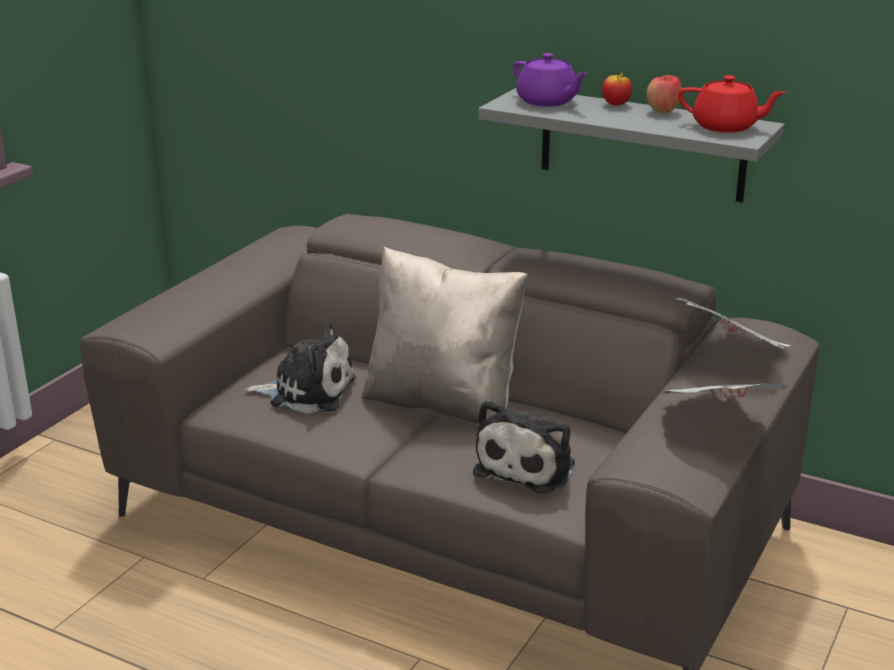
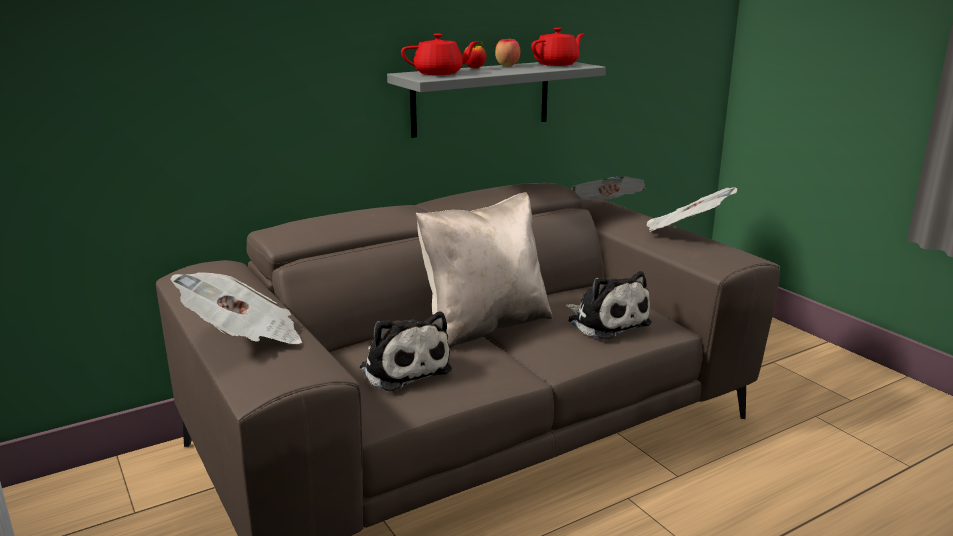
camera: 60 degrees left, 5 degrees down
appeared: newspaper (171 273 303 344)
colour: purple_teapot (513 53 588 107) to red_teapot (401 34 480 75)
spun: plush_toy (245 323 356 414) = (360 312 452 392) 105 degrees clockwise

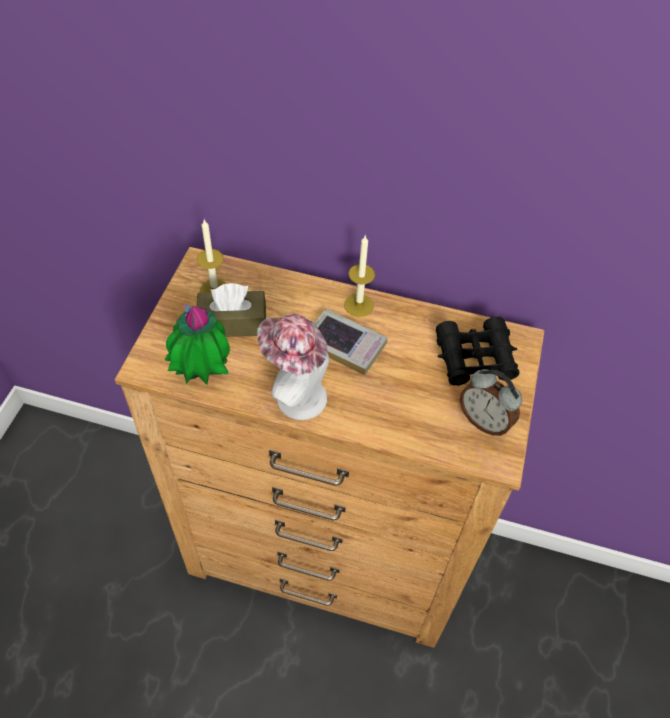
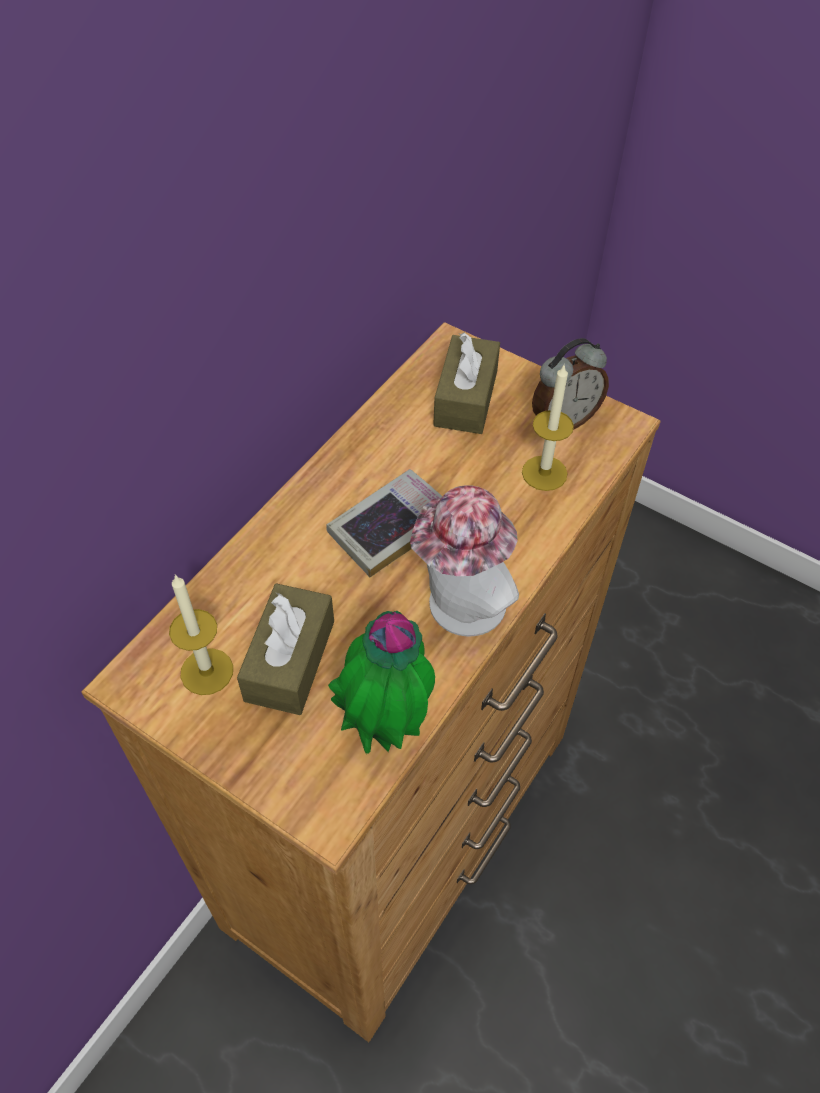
camera: 70 degrees left, 0 degrees up
relocated: candle (344 236 375 317) to (522 365 574 491)
exchanged: black_binoculars (436 317 520 385) to brown_tissue_box (433 333 500 434)

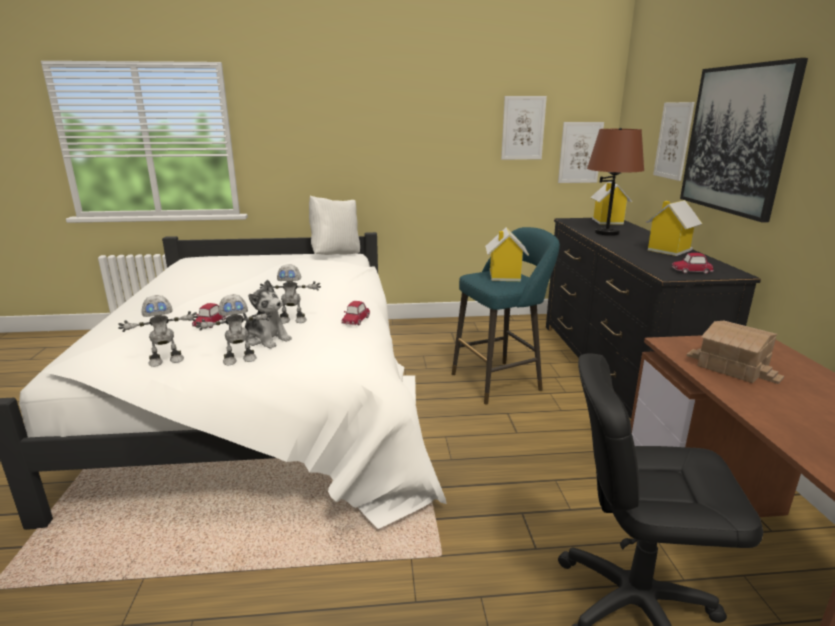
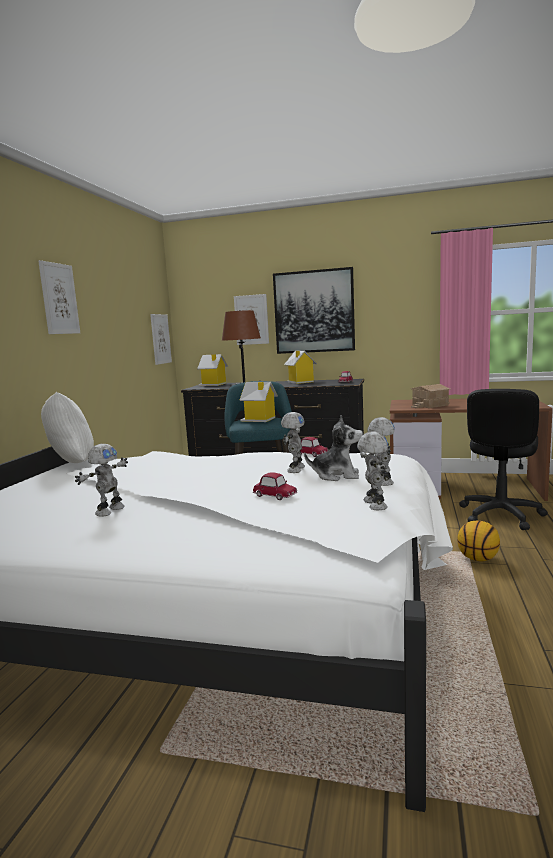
camera: 70 degrees left, 10 degrees down
appeared: toy_robot (75 444 128 517); basketball (457 521 500 562)
relocated: picture (501 96 547 160) to (38 260 80 334)
spun: plush_toy (243 280 292 349) = (304 415 363 481) 45 degrees clockwise

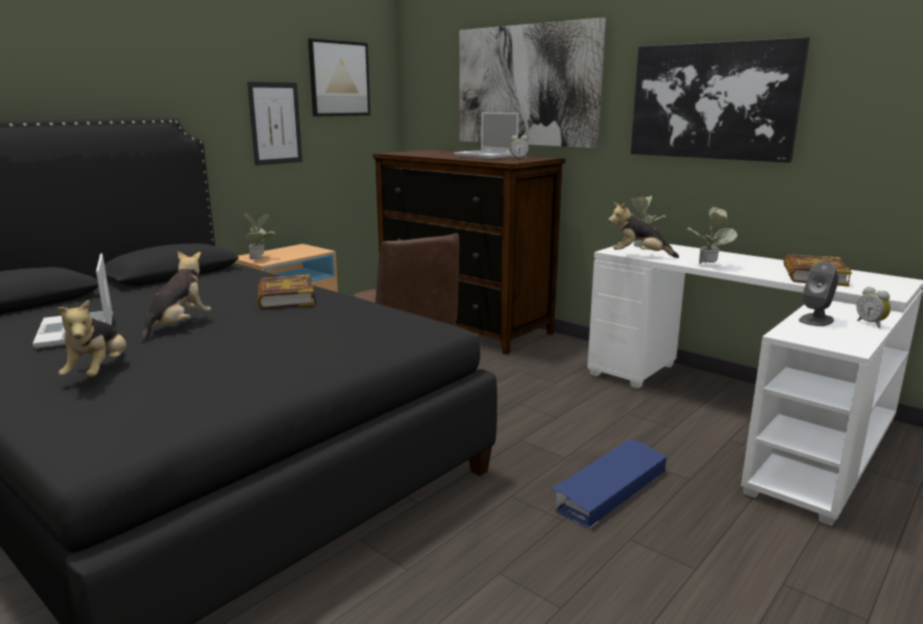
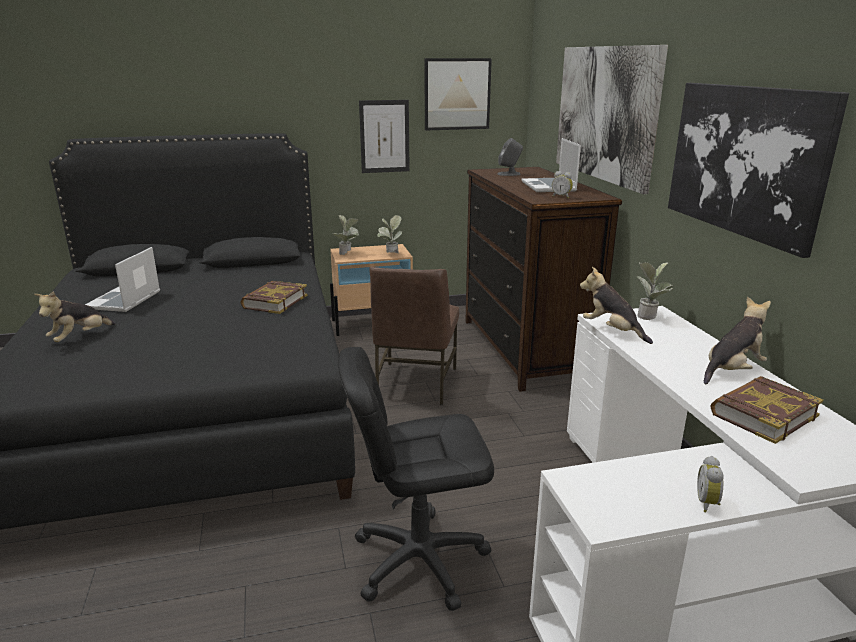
camera: 35 degrees right, 5 degrees up
relocated: potted_plant (687 207 737 264) to (377 215 402 254); plush_toy (141 251 211 342) to (704 296 771 385); grey_speaker (799 261 839 326) to (498 138 523 176)
exchanged: blue_storage_box (551 439 666 528) to black_office_chair (338 347 494 611)

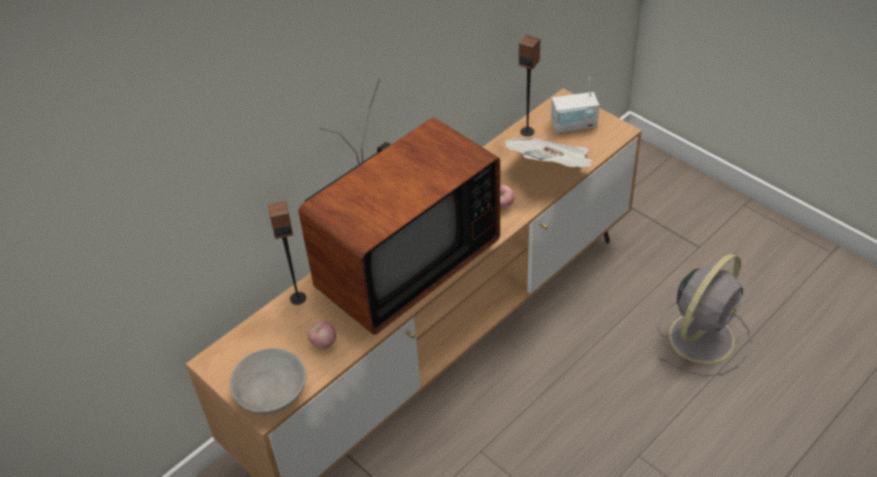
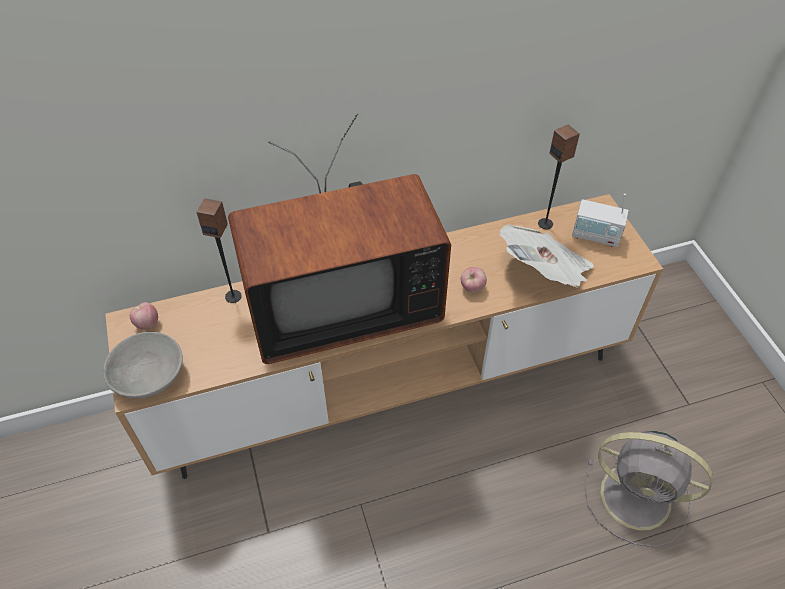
camera: 25 degrees right, 5 degrees up
relocated: apple (308 321 336 349) to (130 302 158 330)
spun: grey_fan (658 254 751 376) = (585 431 713 547) 45 degrees clockwise

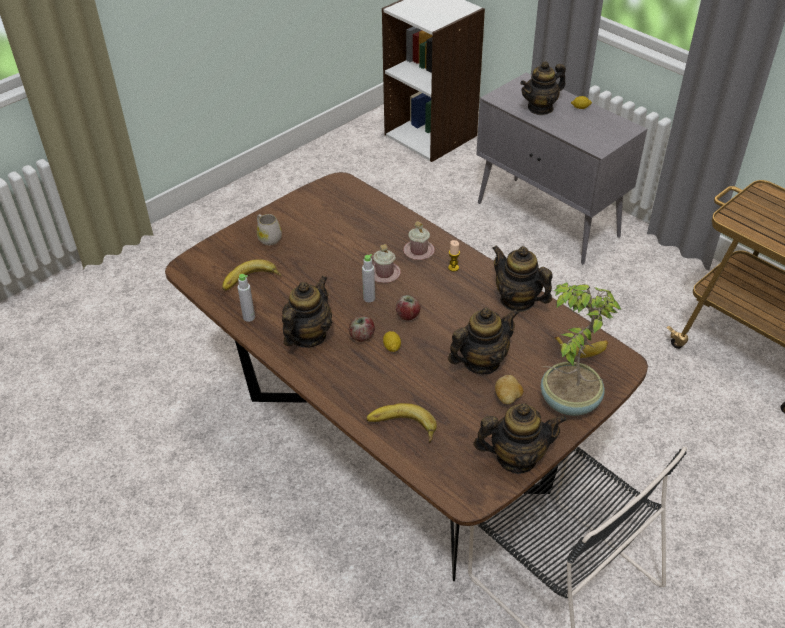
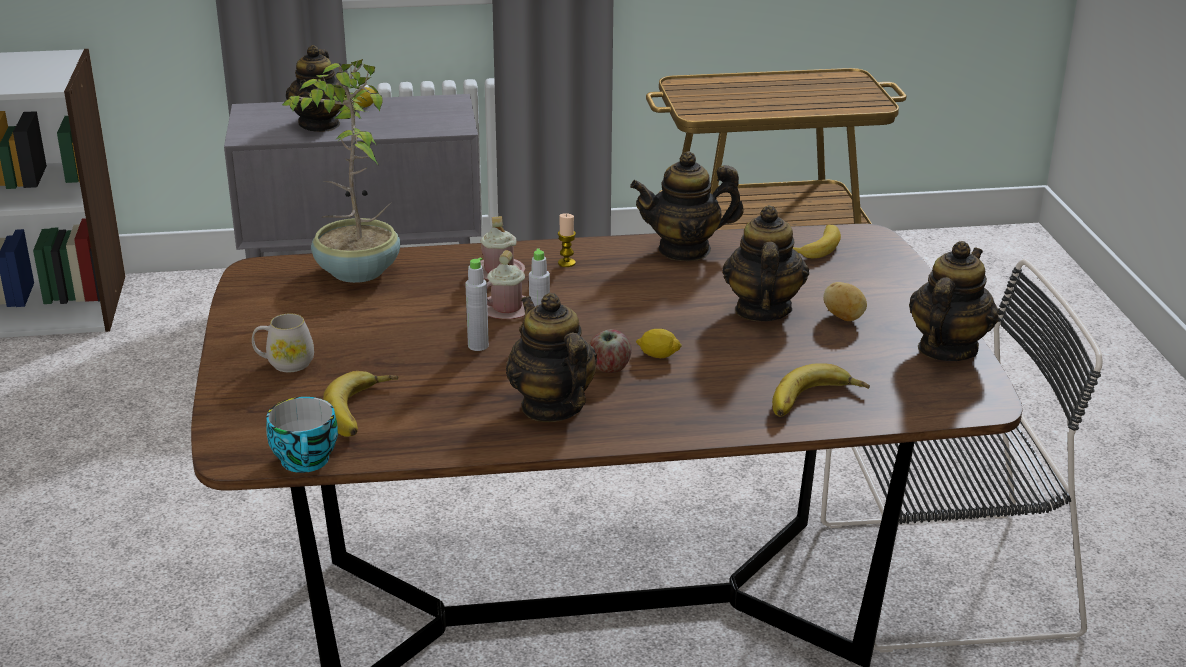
camera: 55 degrees left, 15 degrees down
missing: apple (396 295 421 320)
appeared: cup (266 397 338 473)
relocated: grey_bottle (238 274 255 322) to (465 258 489 351); potted_plant (541 283 622 416) to (282 59 400 283)

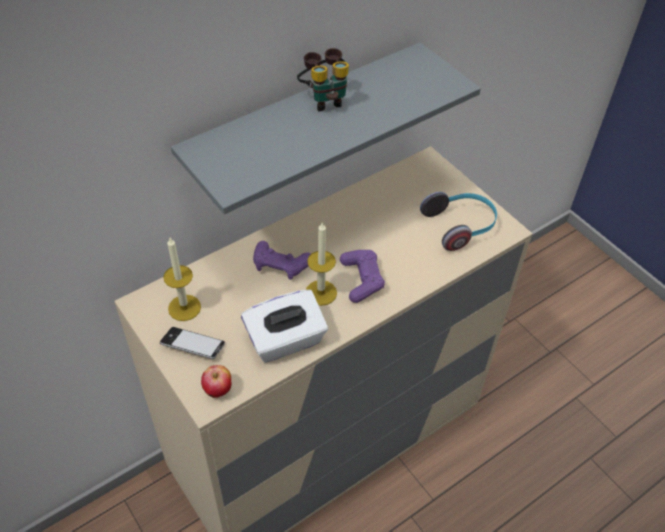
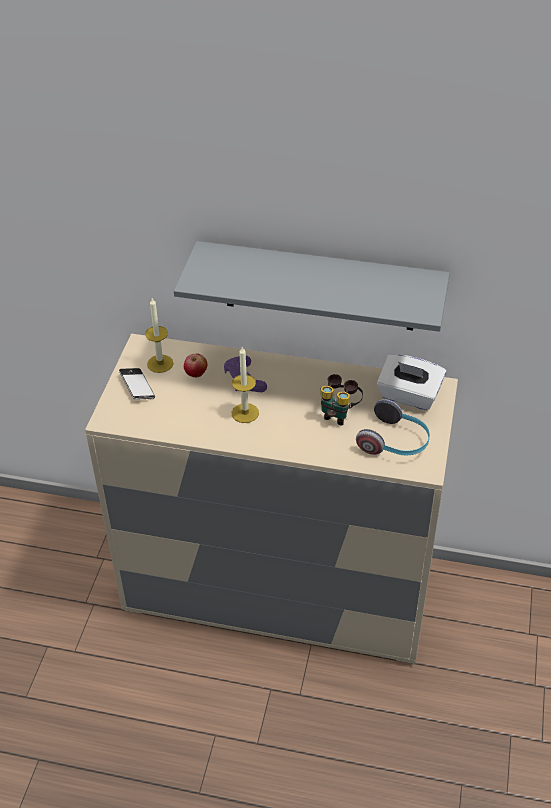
camera: 50 degrees right, 5 degrees down
missing: purple_game_controller (340 250 385 303)
relocated: binoculars (297 48 349 112) to (321 374 363 426); white_tissue_box (241 290 328 363) to (377 354 446 411); apple (201 365 231 398) to (184 353 207 377)

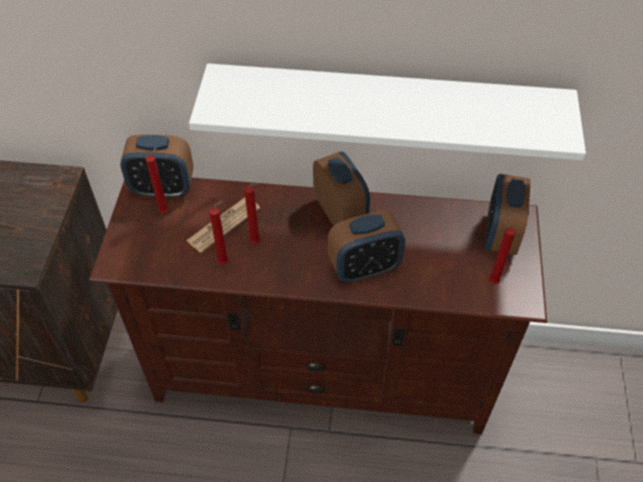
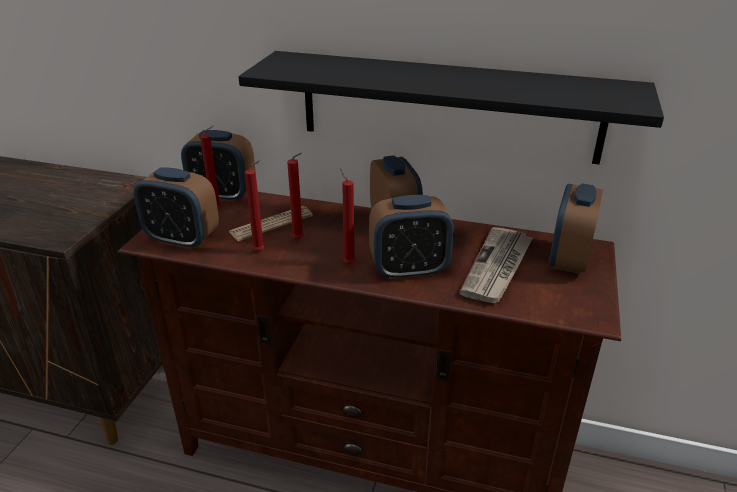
camera: 10 degrees right, 20 degrees down
appeared: alarm_clock (133 167 219 250); newspaper (460 227 533 304)
relocated: red_candle (489 219 516 284) to (340 169 356 264)
colour: white_shelf (189 63 586 160) to black_shelf (238 51 664 164)

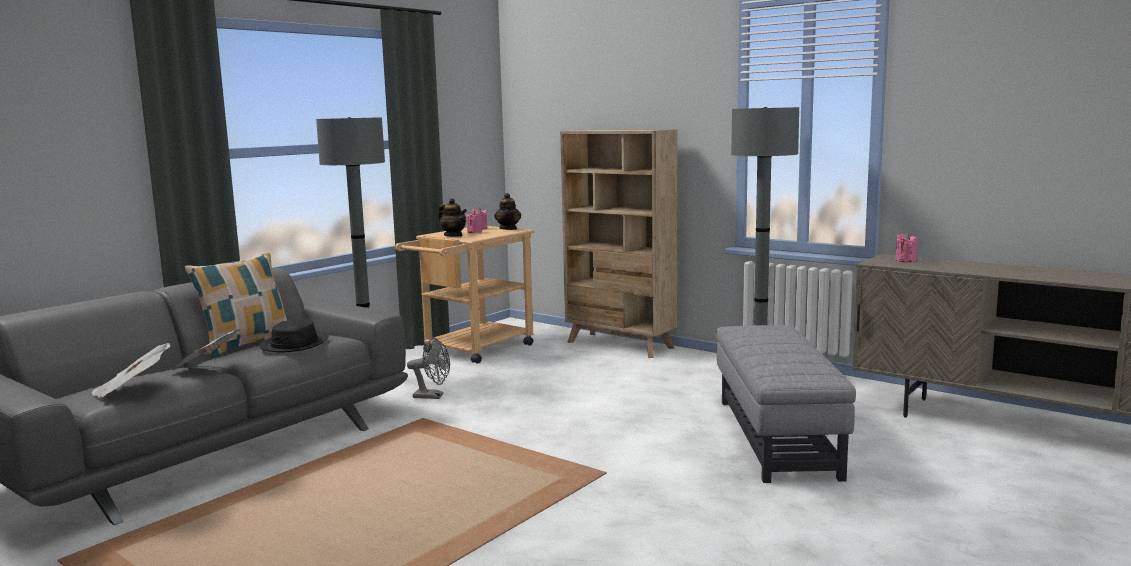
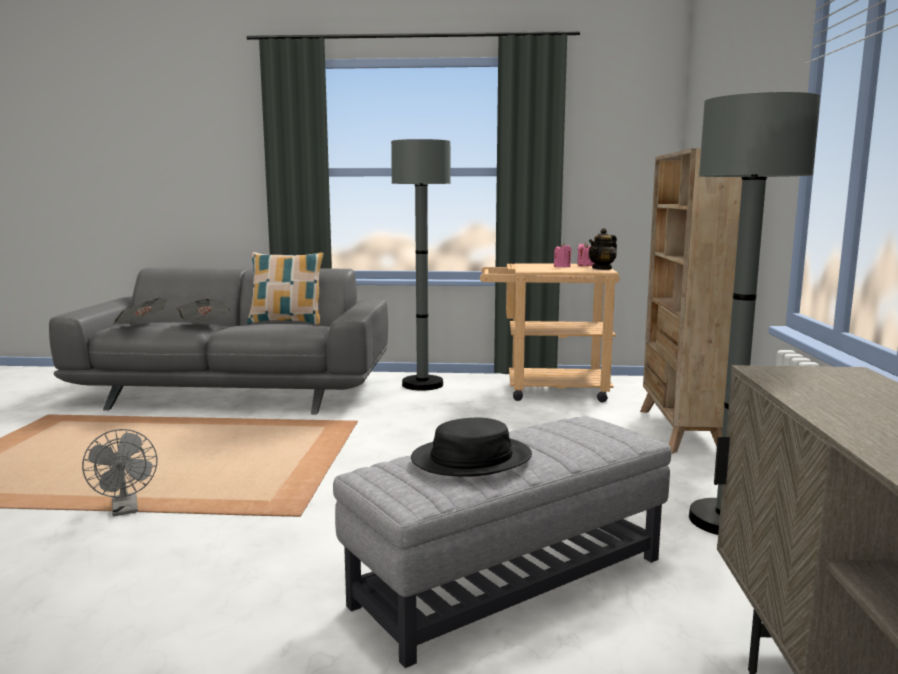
camera: 55 degrees right, 0 degrees up
missing: teapot (438 198 467 237); pink_candle (896 233 917 262)
relocated: black_hat (259 319 328 352) to (411 418 532 477); grey_fan (407 338 450 399) to (82 429 157 516)

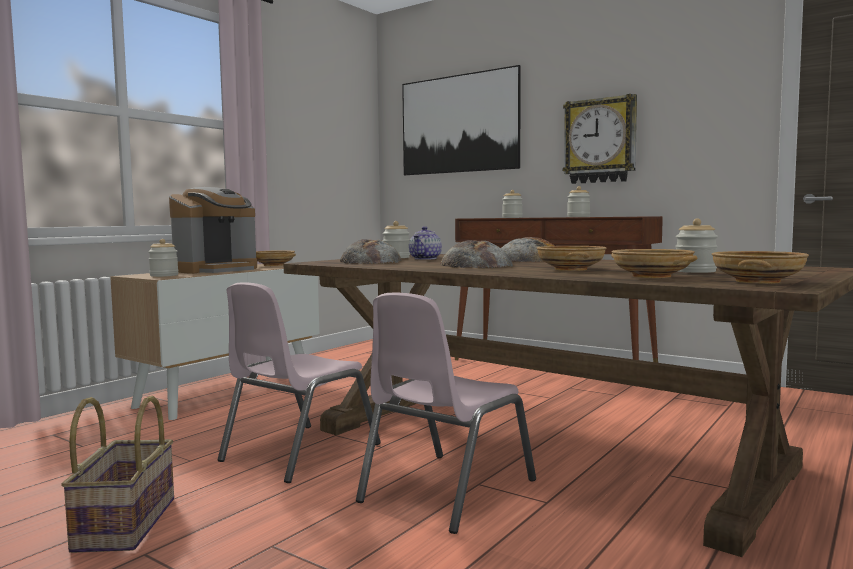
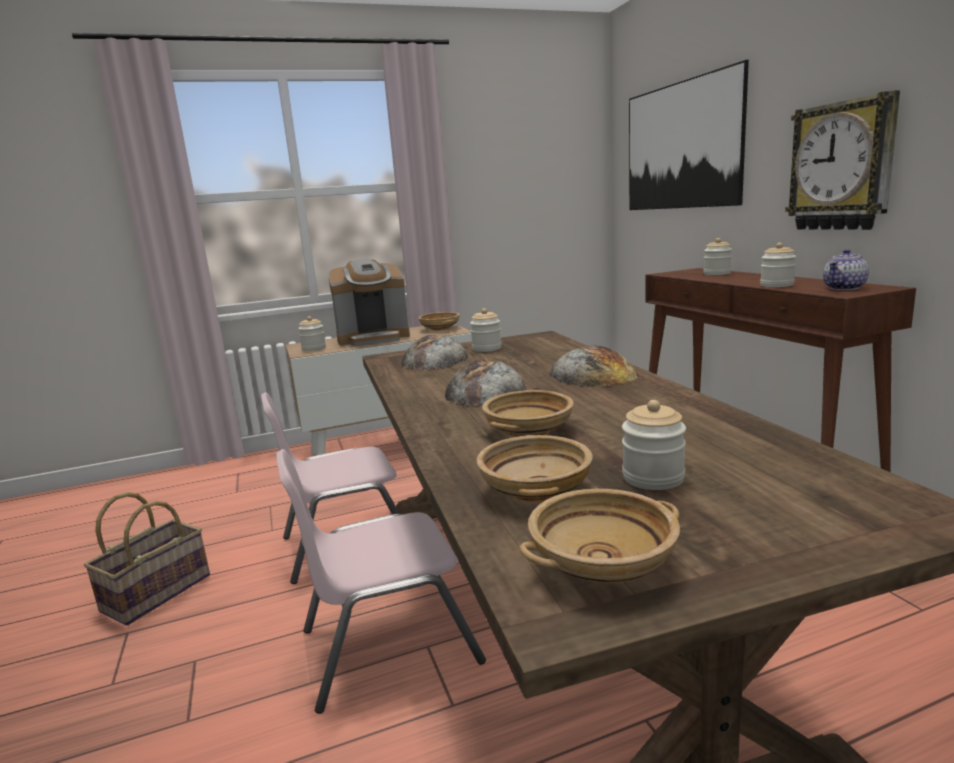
camera: 35 degrees right, 10 degrees up
relocated: teapot (409 226 442 260) to (823 249 869 290)

